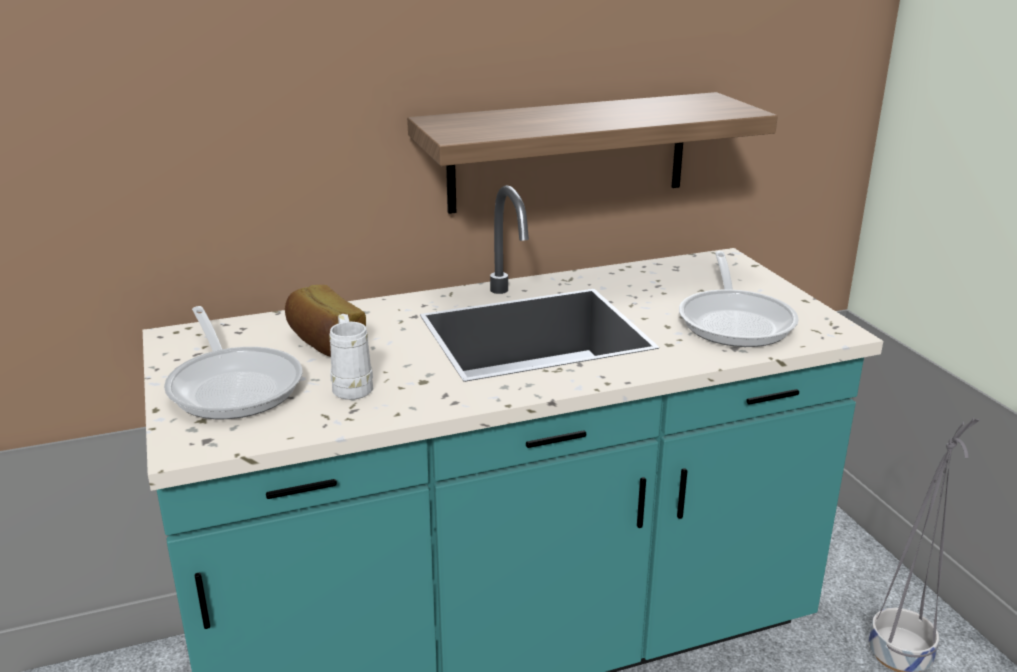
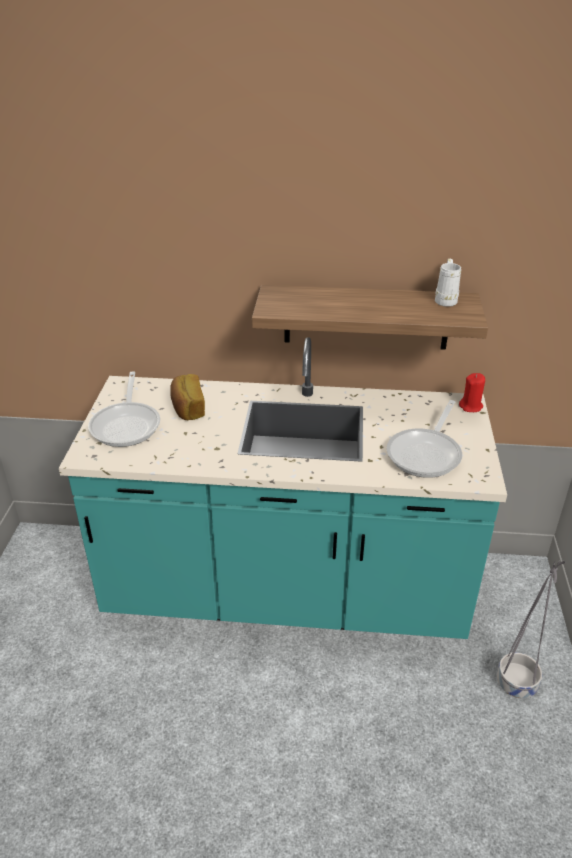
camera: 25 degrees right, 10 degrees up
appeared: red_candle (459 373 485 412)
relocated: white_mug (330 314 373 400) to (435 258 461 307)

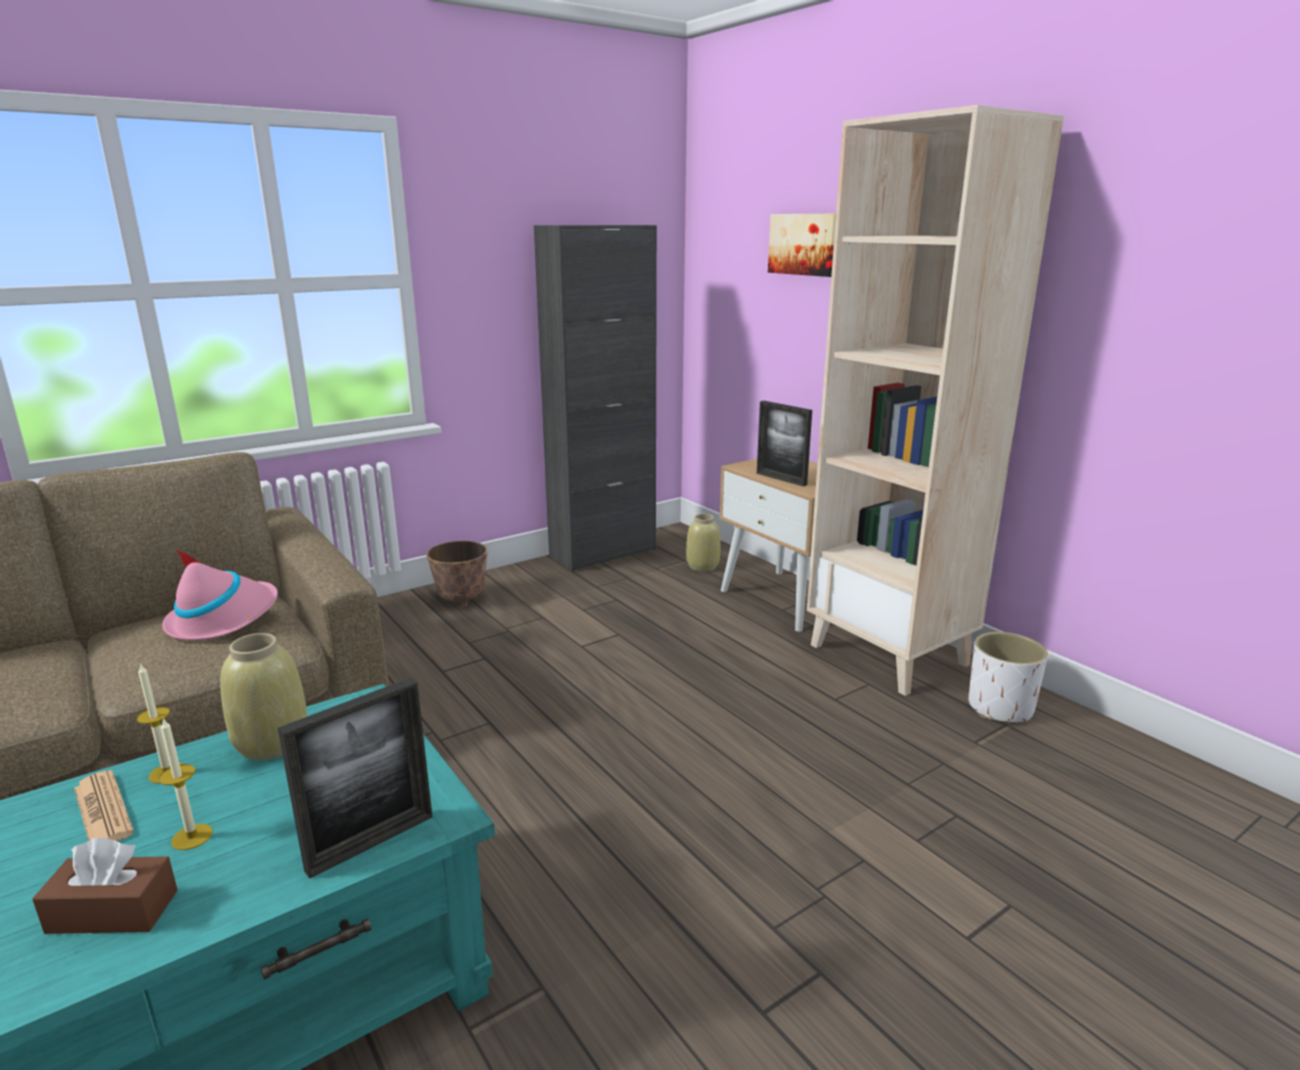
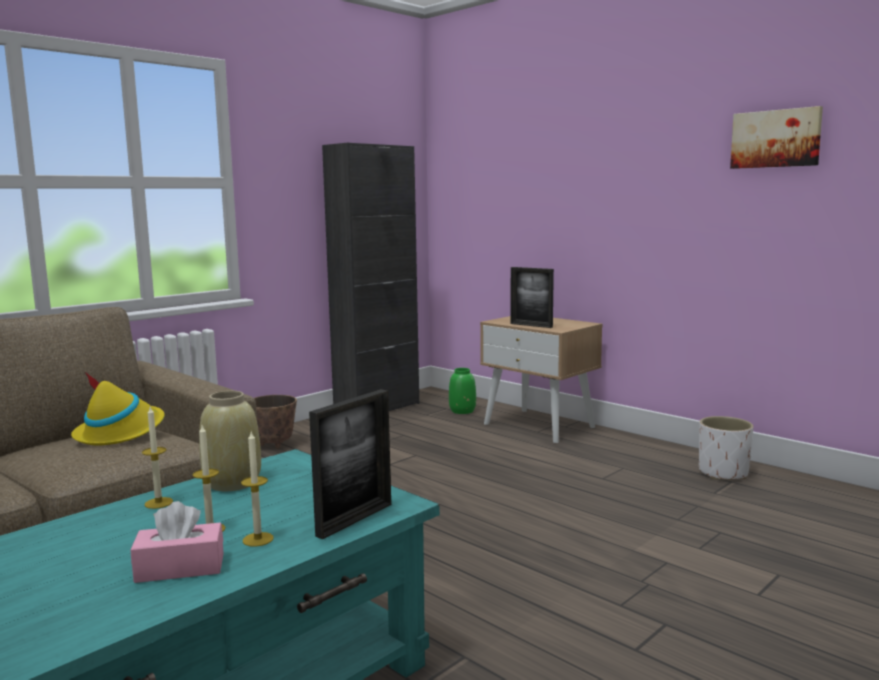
camera: 10 degrees left, 10 degrees down
missing: beige_bookcase (807 105 1064 696); newspaper (74 770 134 841)
appeared: candle (241 432 274 547)
relocated: picture (768 214 836 277) to (730 106 823 169)
colour: beige_vase (686 514 720 572) to green_vase (449 368 476 414); pink_hat (162 548 278 640) to yellow_hat (71 372 165 445); brown_tissue_box (32 838 178 934) to pink_tissue_box (130 501 224 583)

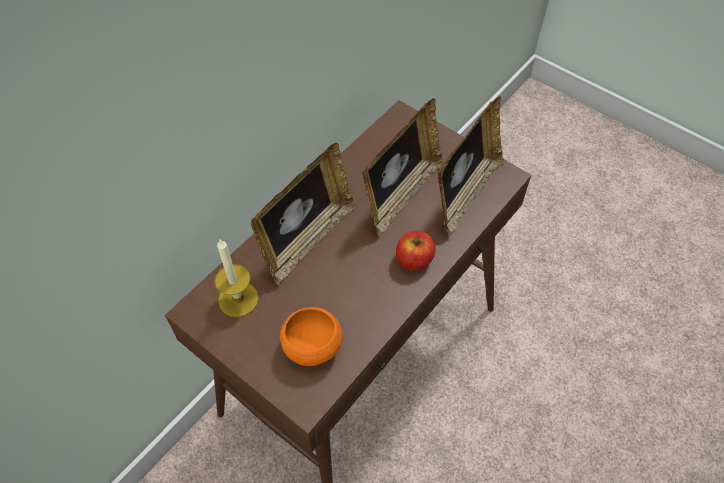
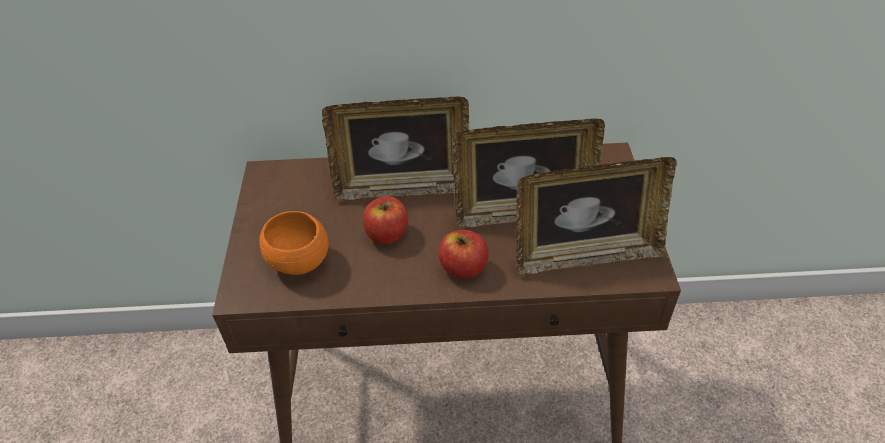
camera: 50 degrees right, 10 degrees down
missing: candle (214 238 259 317)
appeared: apple (363 196 408 244)

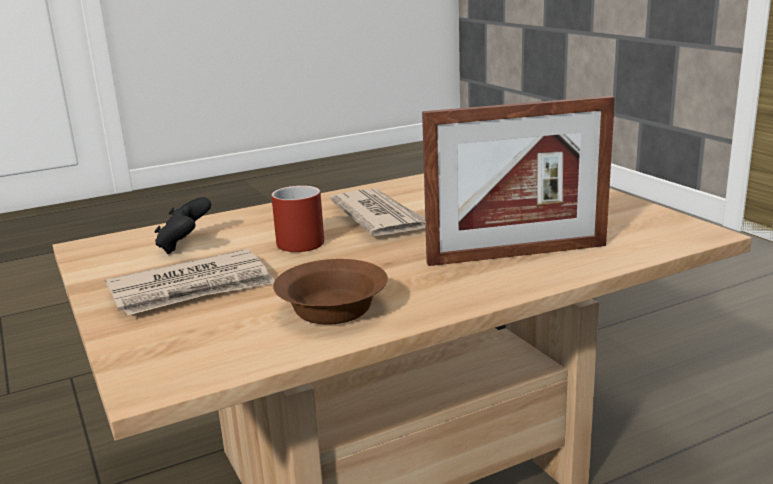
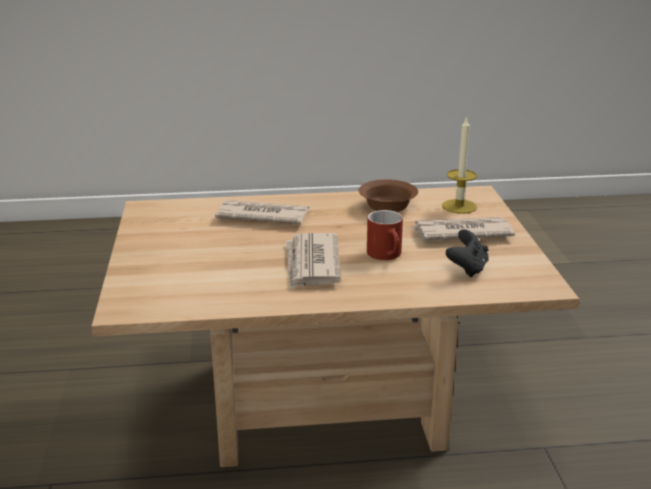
camera: 160 degrees left, 5 degrees up
appeared: candle (442 116 477 214)
exchanged: picture_frame (422 96 615 266) to newspaper (215 200 309 224)

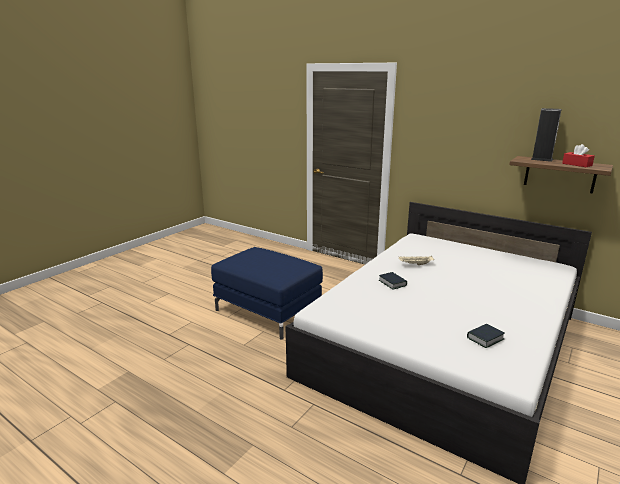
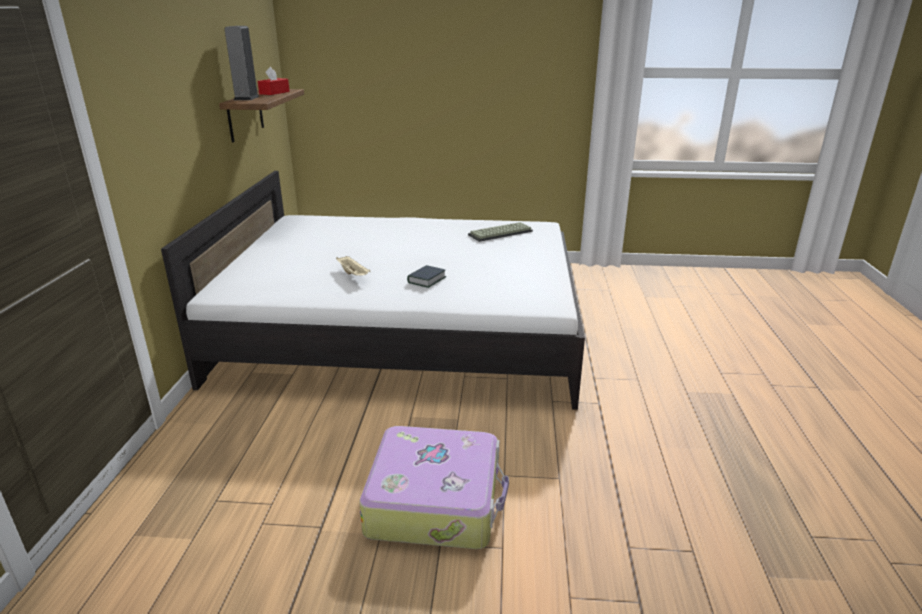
camera: 120 degrees left, 5 degrees up
exchanged: blue_ottoman (211 247 323 339) to suitcase (359 426 509 549); book (467 324 504 348) to keyboard (468 222 533 242)

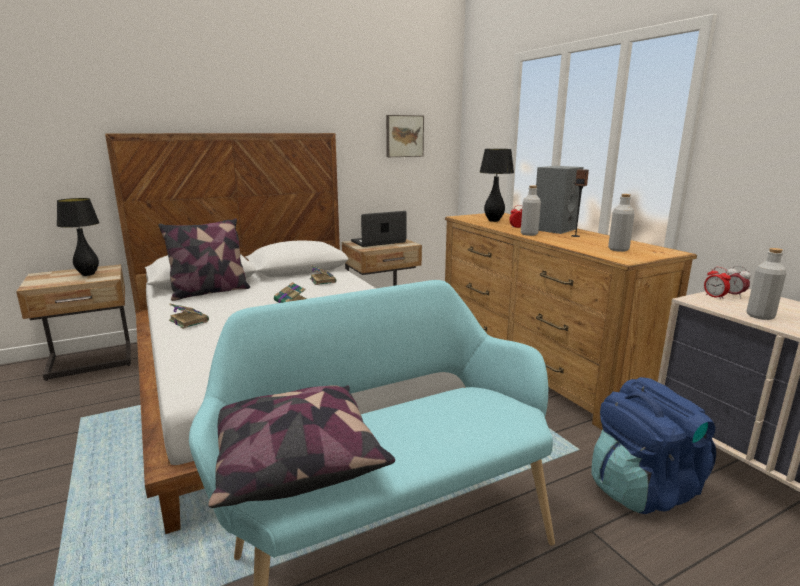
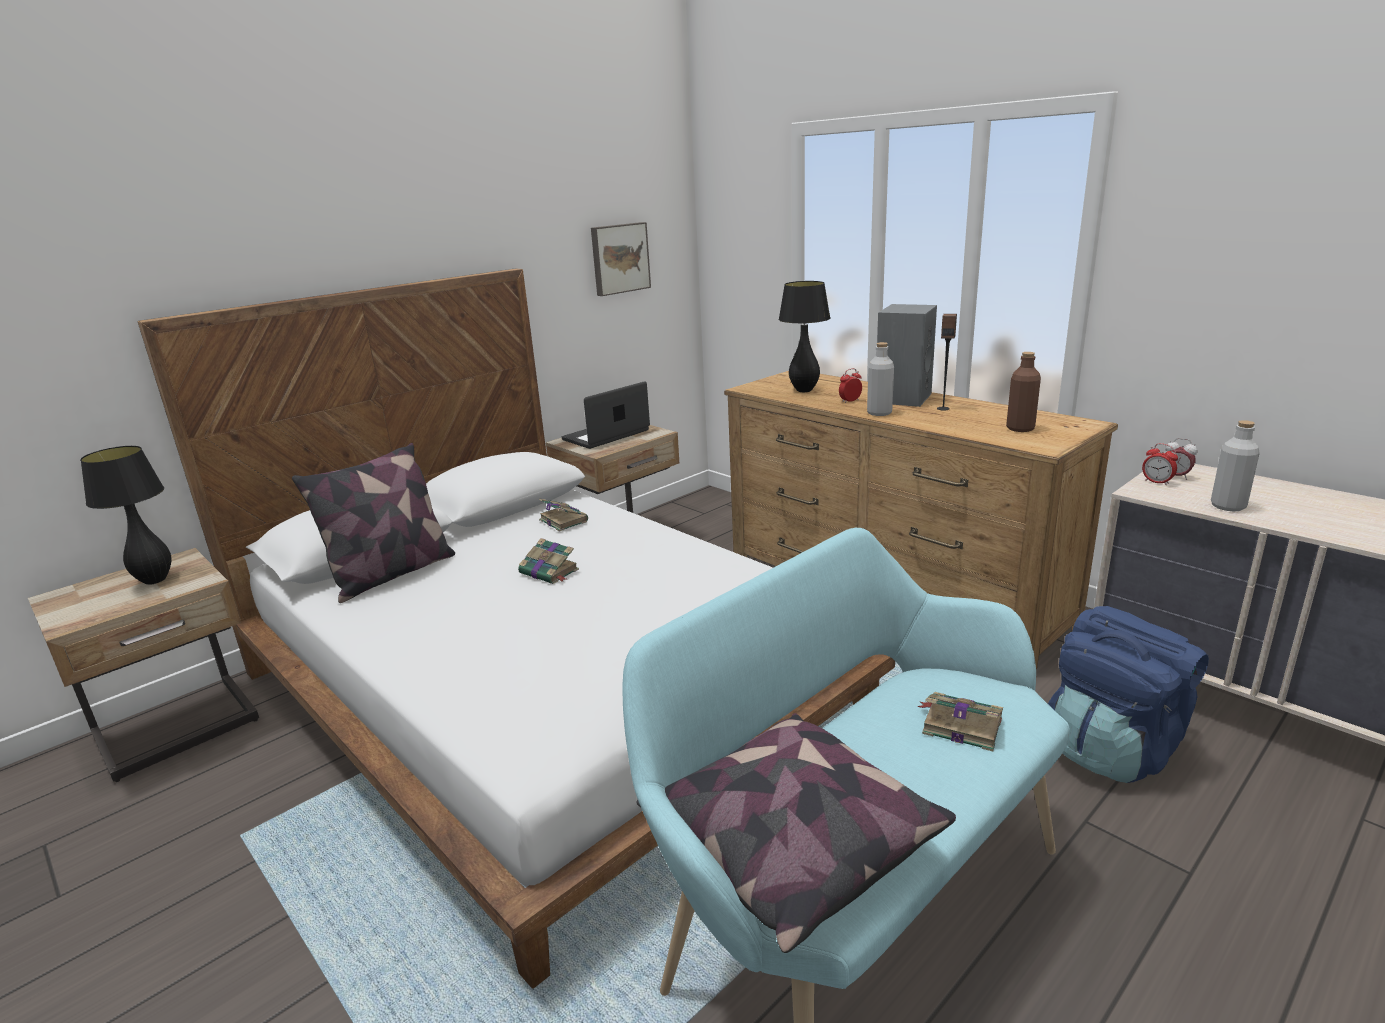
camera: 15 degrees left, 5 degrees up
relocated: book (169 303 209 329) to (917 692 1003 752)
colour: grey_bottle (608 194 635 252) to brown_bottle (1006 352 1041 432)

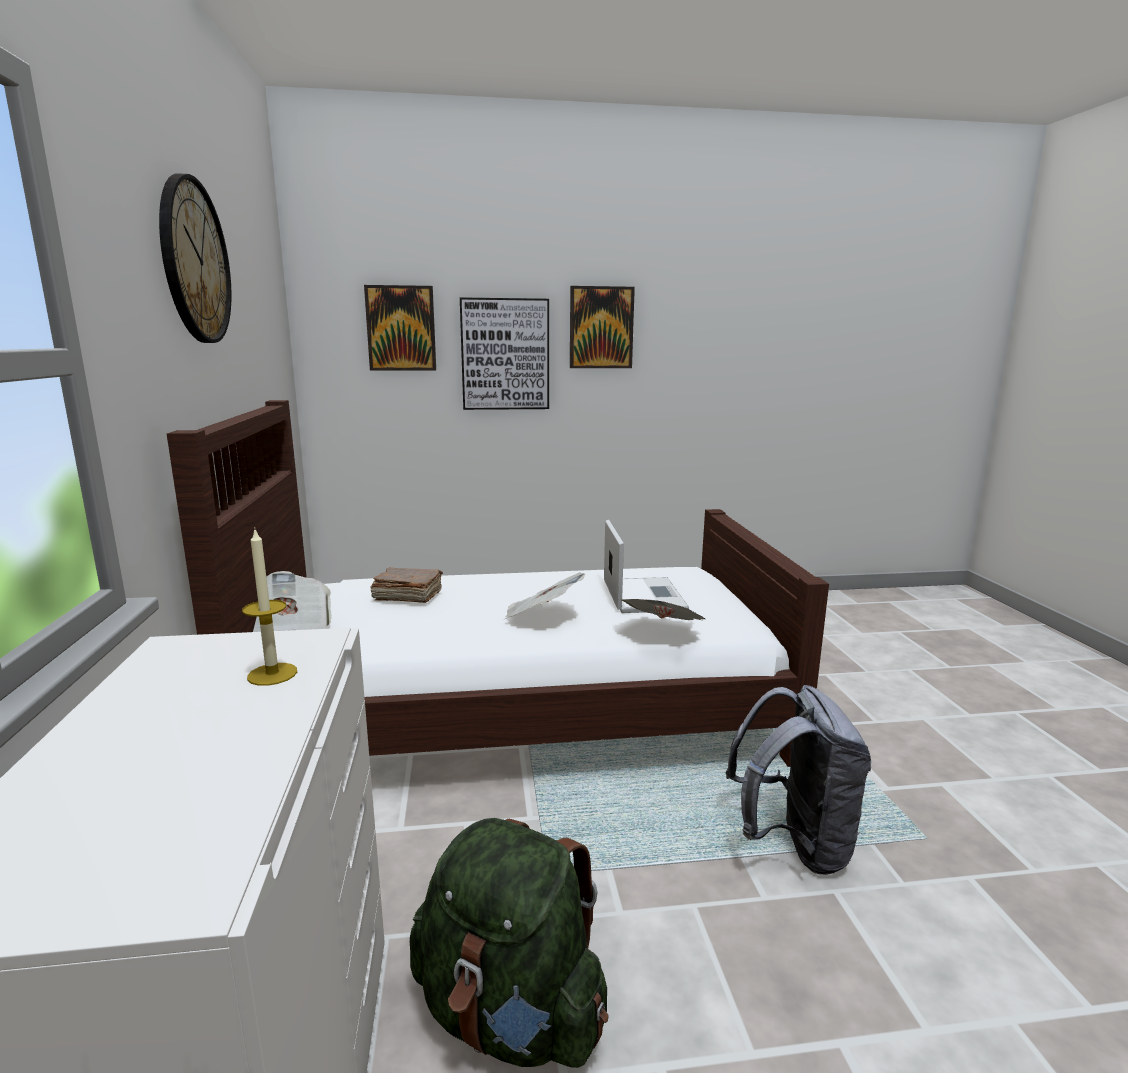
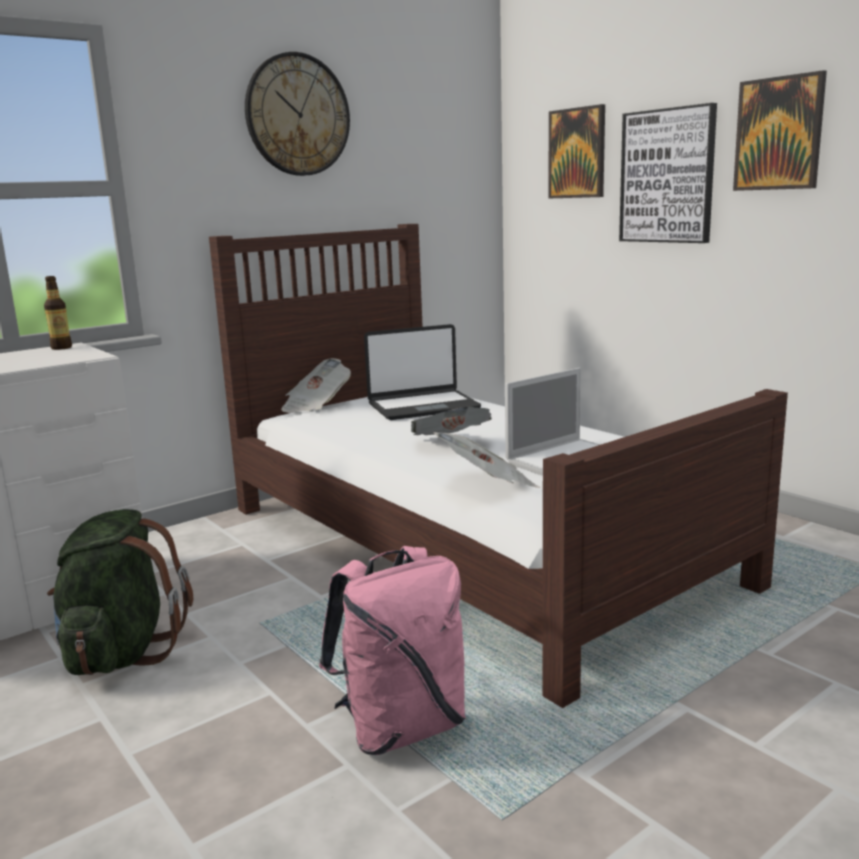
camera: 60 degrees right, 0 degrees up
missing: candle (242 527 297 686)
appeared: bottle (44 276 72 350)
exchanged: brown_book (370 567 443 603) to laptop (364 324 481 420)
colour: grey_backpack (726 685 871 875) to pink_backpack (319 546 466 755)

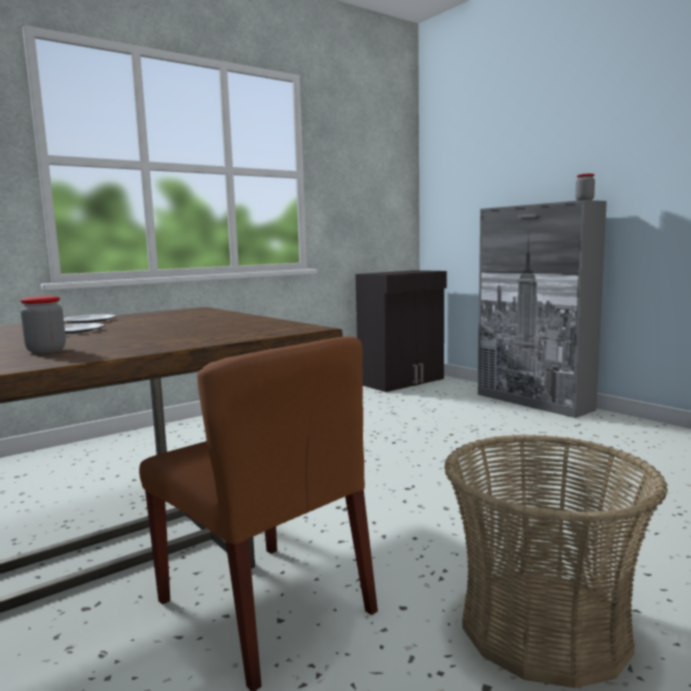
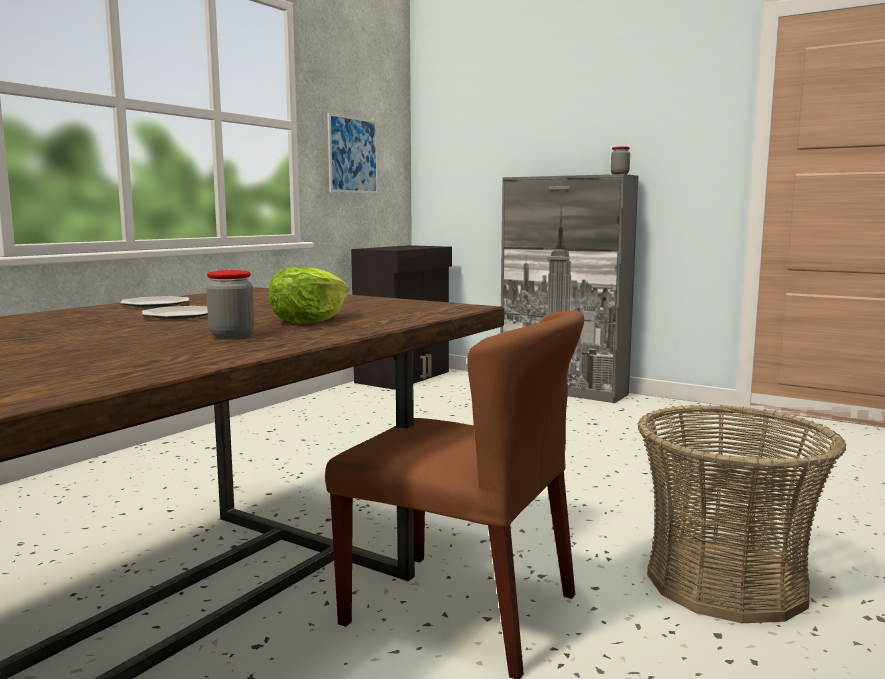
camera: 20 degrees left, 0 degrees up
appeared: picture (327 113 378 194); lettuce (268 267 350 323)

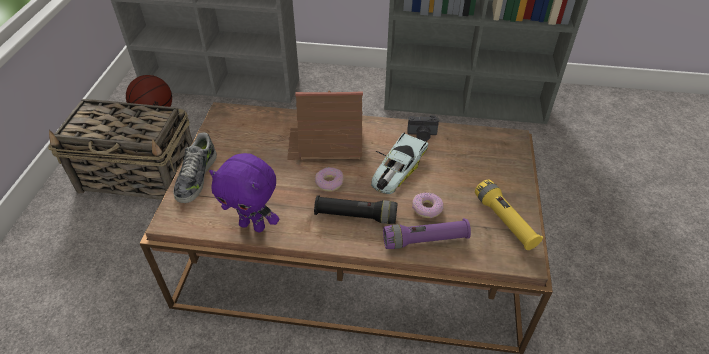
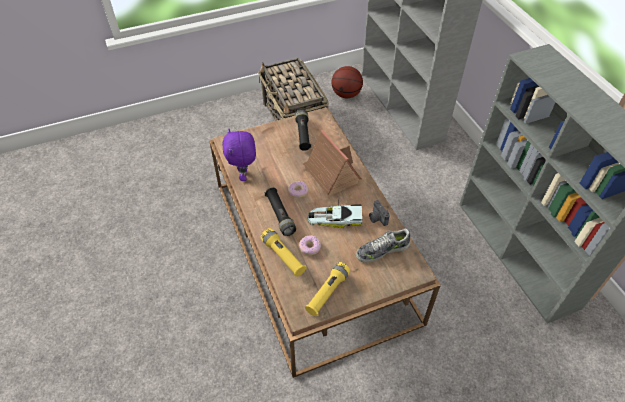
camera: 60 degrees right, 5 degrees up
appeared: black_flashlight (295 109 311 151)
relocated: shoe (173 132 217 203) to (356 228 410 263)
colour: purple_flashlight (383 218 471 249) to yellow_flashlight (261 228 306 277)

